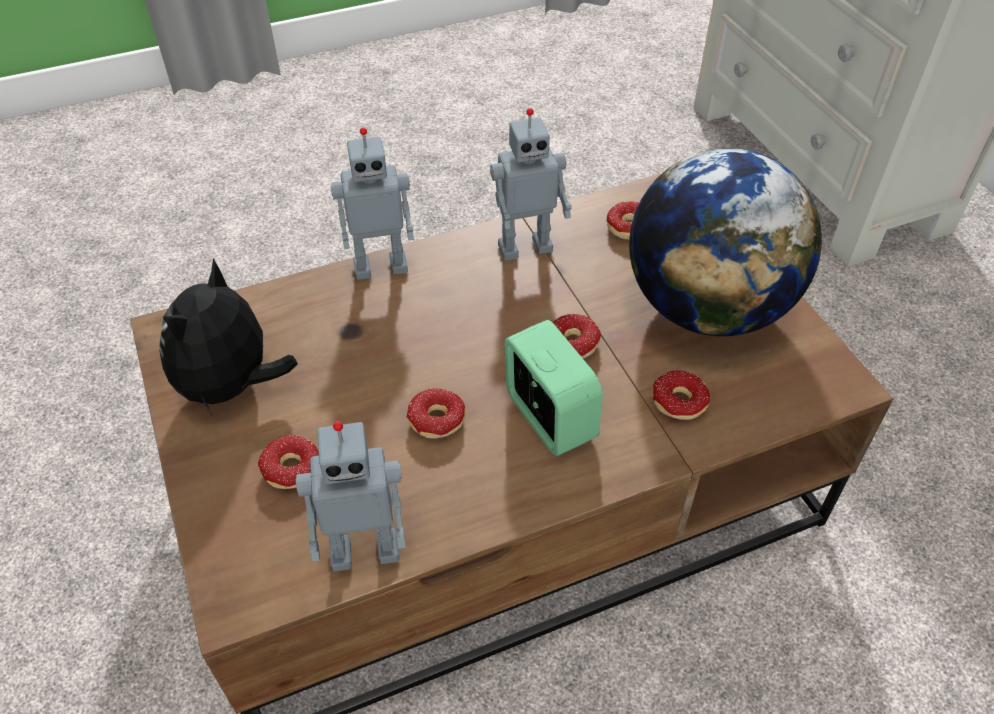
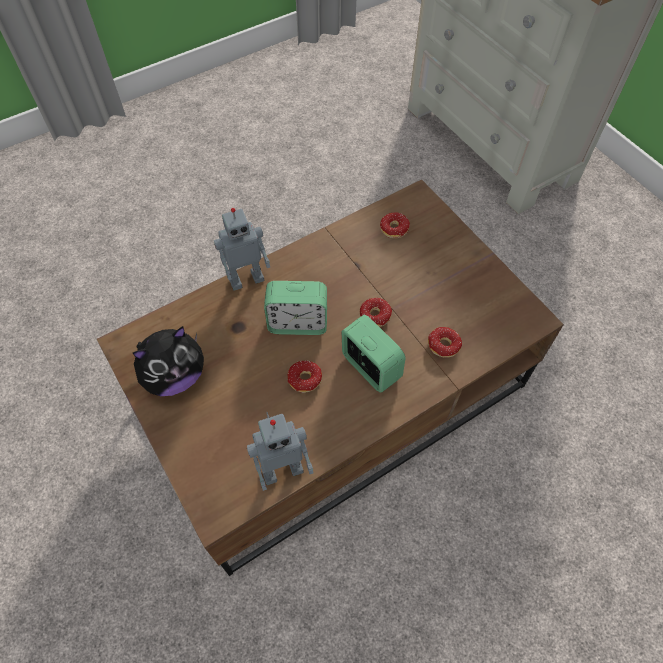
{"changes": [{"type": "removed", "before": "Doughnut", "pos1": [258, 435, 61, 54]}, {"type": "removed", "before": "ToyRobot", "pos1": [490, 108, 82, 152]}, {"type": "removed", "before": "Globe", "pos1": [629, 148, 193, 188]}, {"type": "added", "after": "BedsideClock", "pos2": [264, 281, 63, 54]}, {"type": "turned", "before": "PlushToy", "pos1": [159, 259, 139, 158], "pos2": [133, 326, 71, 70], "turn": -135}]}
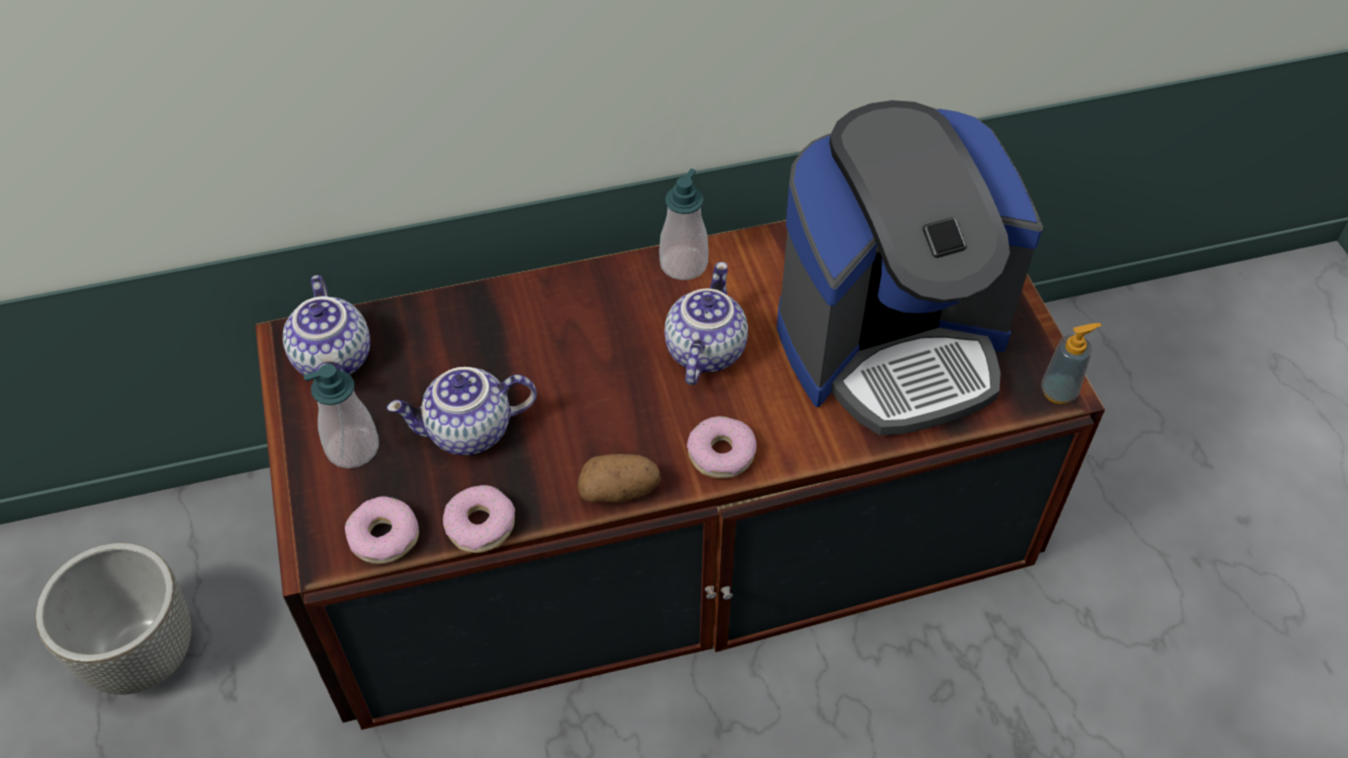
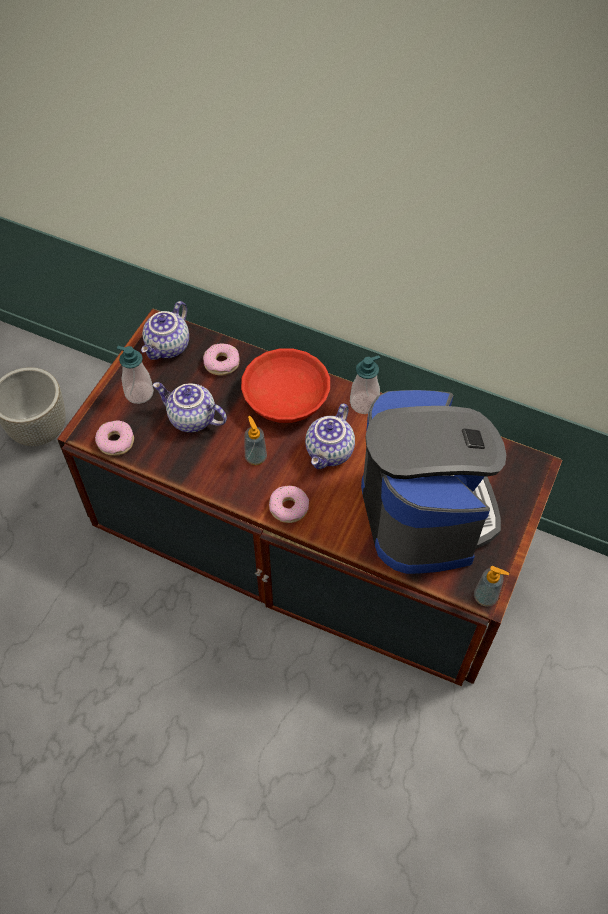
{"changes": [{"type": "removed", "before": "Potato", "pos1": [577, 454, 84, 48]}, {"type": "added", "after": "RedColouredDeepDish", "pos2": [241, 349, 89, 74]}, {"type": "added", "after": "SoapBottle", "pos2": [245, 416, 22, 49]}, {"type": "moved", "before": "Doughnut", "pos1": [443, 485, 72, 68], "pos2": [203, 343, 37, 33]}, {"type": "turned", "before": "PotForTea", "pos1": [664, 262, 84, 123], "pos2": [305, 404, 50, 65], "turn": 150}, {"type": "turned", "before": "CoffeeBrewer", "pos1": [777, 100, 266, 335], "pos2": [361, 390, 145, 184], "turn": -120}]}
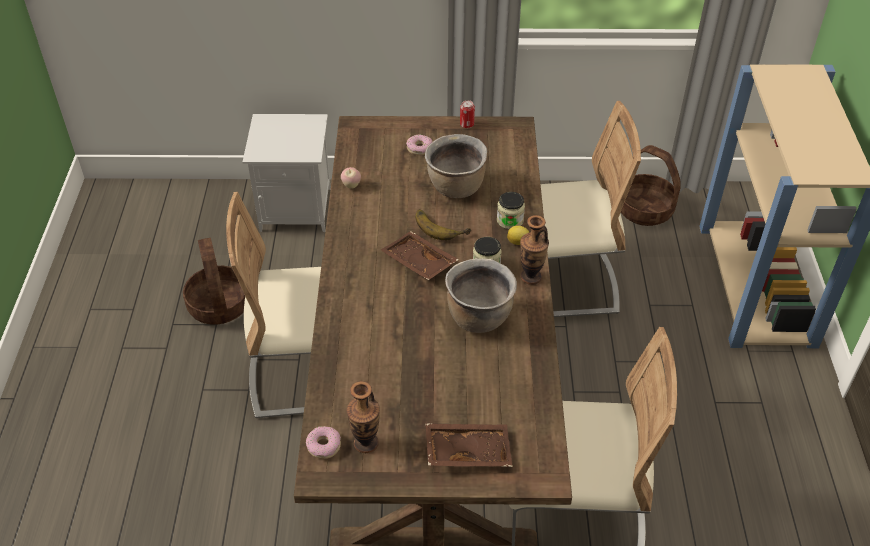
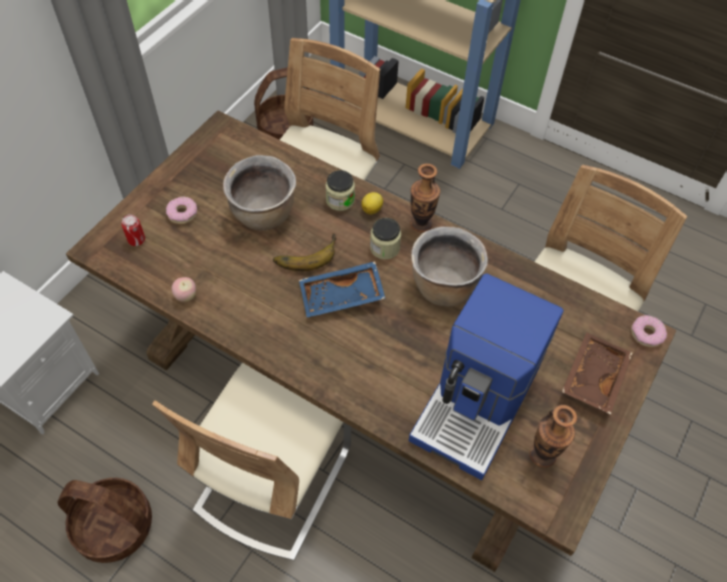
{"changes": [{"type": "added", "after": "CoffeeBrewer", "pos2": [409, 274, 155, 206]}, {"type": "moved", "before": "Doughnut", "pos1": [306, 426, 35, 33], "pos2": [631, 315, 36, 32]}, {"type": "moved", "before": "SealedCan", "pos1": [460, 100, 15, 28], "pos2": [121, 214, 24, 32]}, {"type": "recoloured", "before": "BrownColouredTray", "after": "BluishTray", "pos1": [381, 231, 78, 49], "pos2": [299, 261, 87, 56]}]}
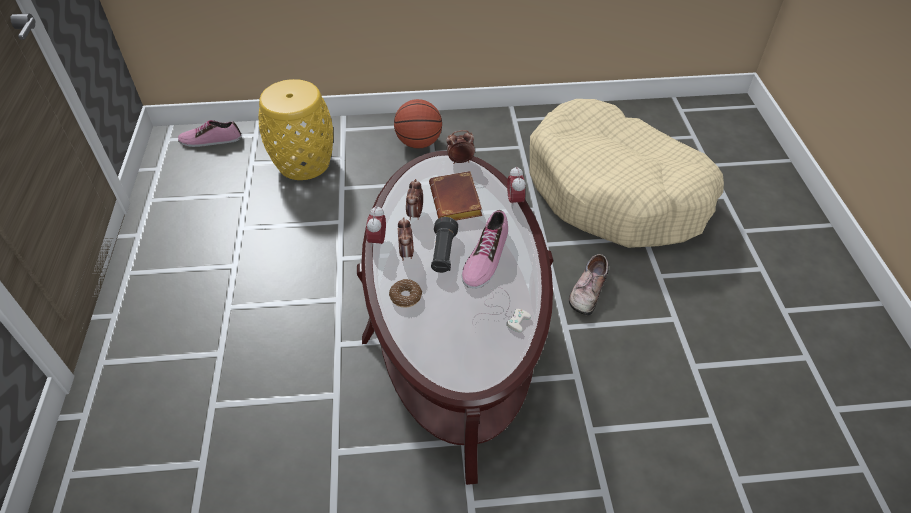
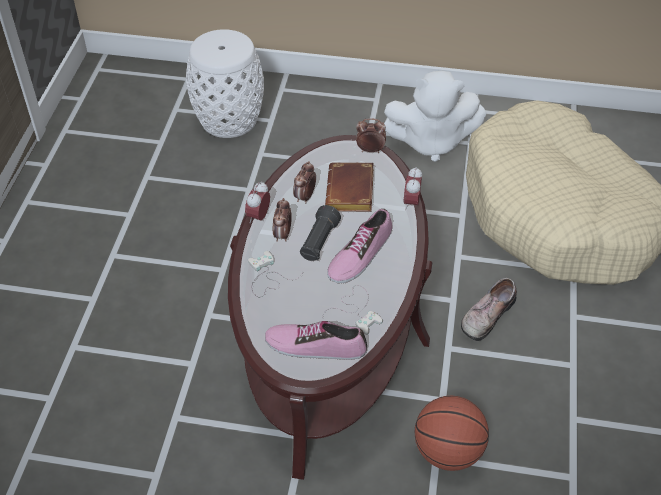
{"changes": [{"type": "added", "after": "WhitishPlushToy", "pos2": [384, 71, 103, 91]}, {"type": "moved", "before": "ItemOfFootwear", "pos1": [178, 120, 63, 27], "pos2": [265, 321, 102, 38]}, {"type": "moved", "before": "BasketballBall", "pos1": [394, 99, 48, 50], "pos2": [415, 396, 74, 75]}, {"type": "replaced", "before": "Doughnut", "after": "WhitishJoypad", "pos1": [389, 279, 33, 29], "pos2": [248, 251, 55, 46]}, {"type": "recoloured", "before": "YellowishSittingStool", "after": "WhitishSittingStool", "pos1": [259, 79, 74, 101], "pos2": [186, 29, 78, 109]}]}
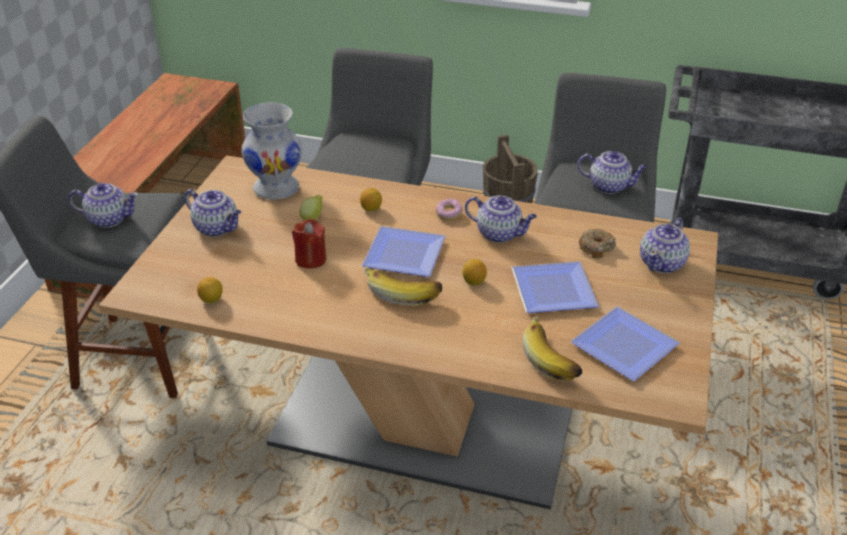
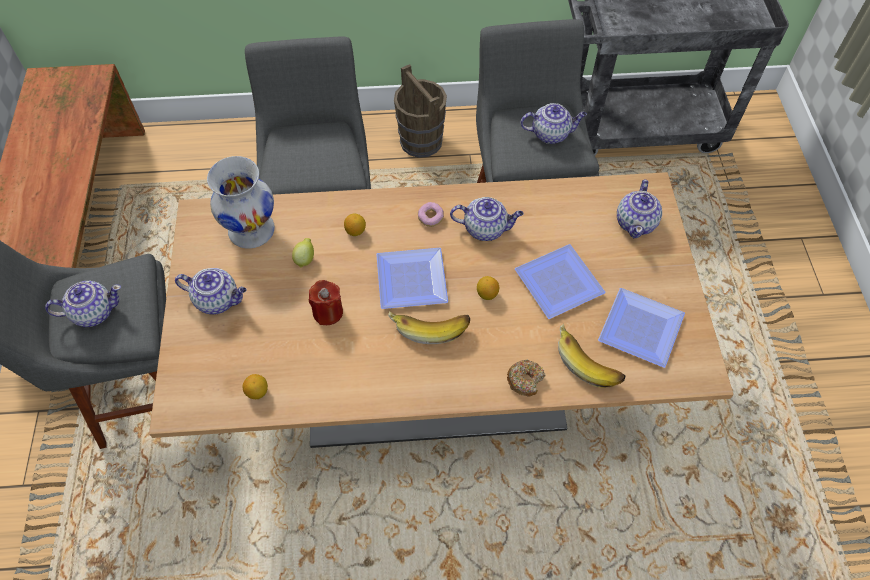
{"changes": [{"type": "moved", "before": "Doughnut", "pos1": [579, 229, 37, 29], "pos2": [507, 359, 39, 38]}]}
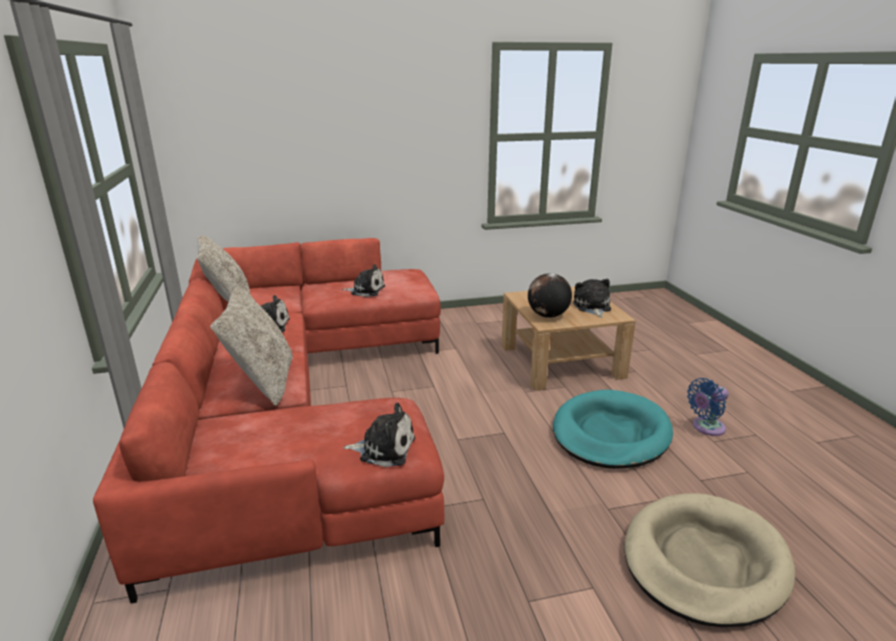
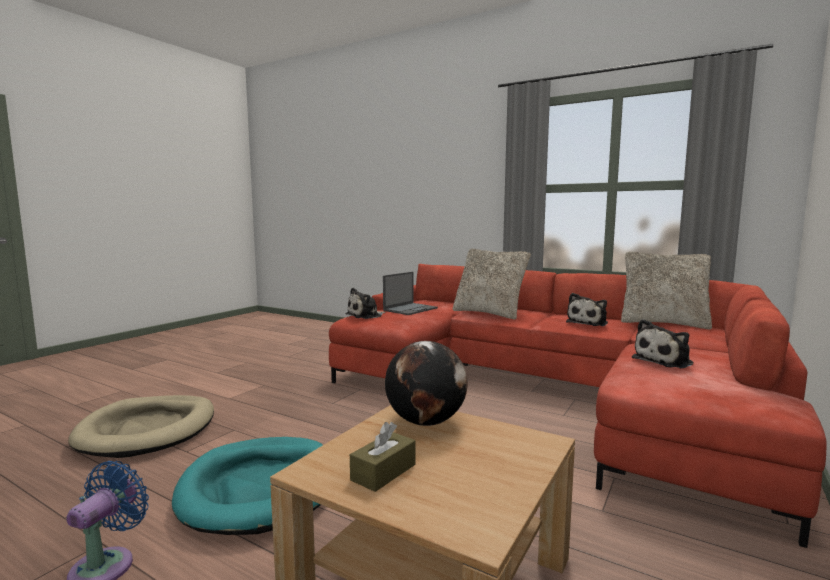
{"changes": [{"type": "added", "after": "PortableComputer", "pos2": [383, 272, 55, 43]}, {"type": "replaced", "before": "PlushToy", "after": "BrownColouredTissueBox", "pos1": [573, 279, 38, 39], "pos2": [350, 422, 65, 70]}]}
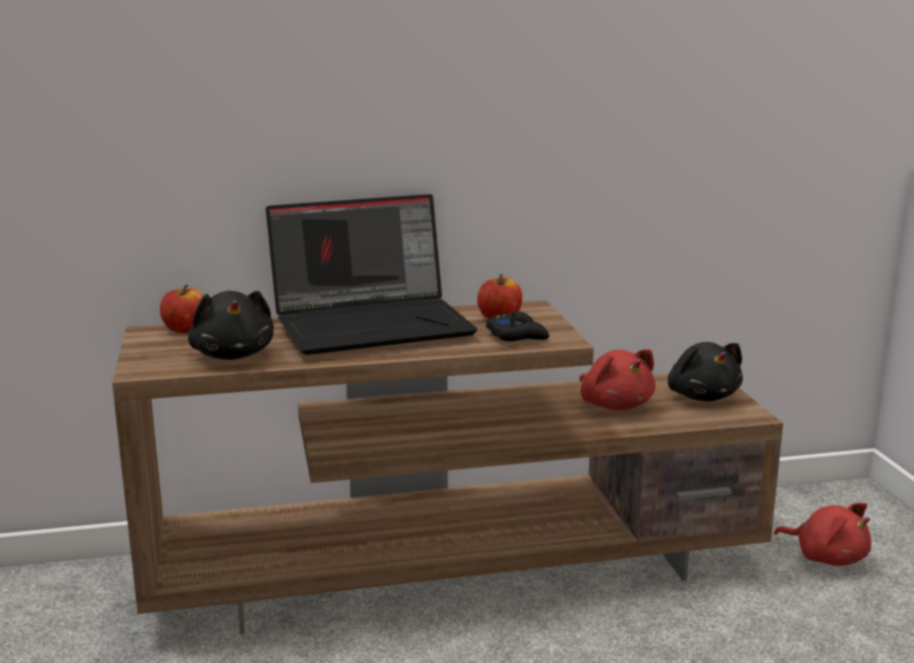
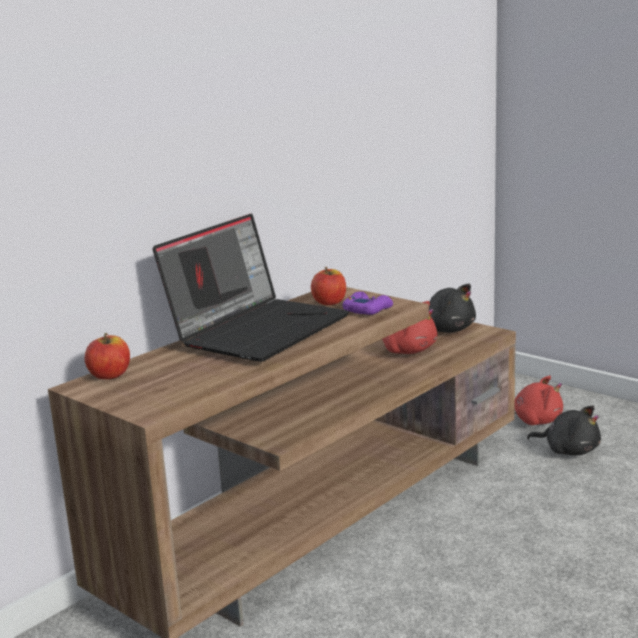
{"changes": [{"type": "moved", "before": "BlackPlushToy", "pos1": [188, 291, 86, 69], "pos2": [527, 405, 74, 51]}, {"type": "recoloured", "before": "BlackJoypad", "after": "PurpleColouredJoypad", "pos1": [486, 311, 63, 30], "pos2": [342, 292, 51, 23]}]}
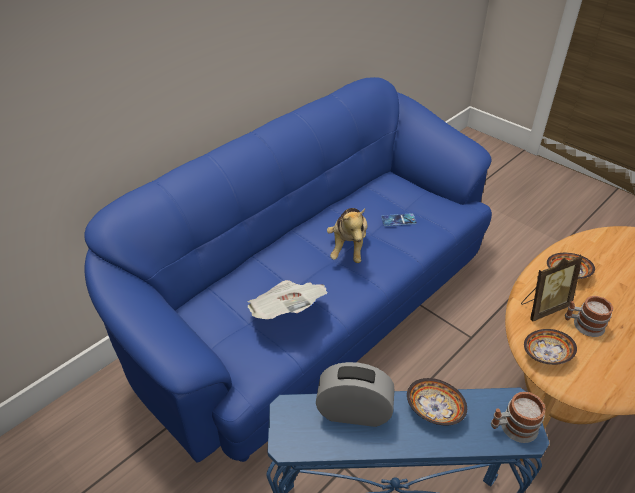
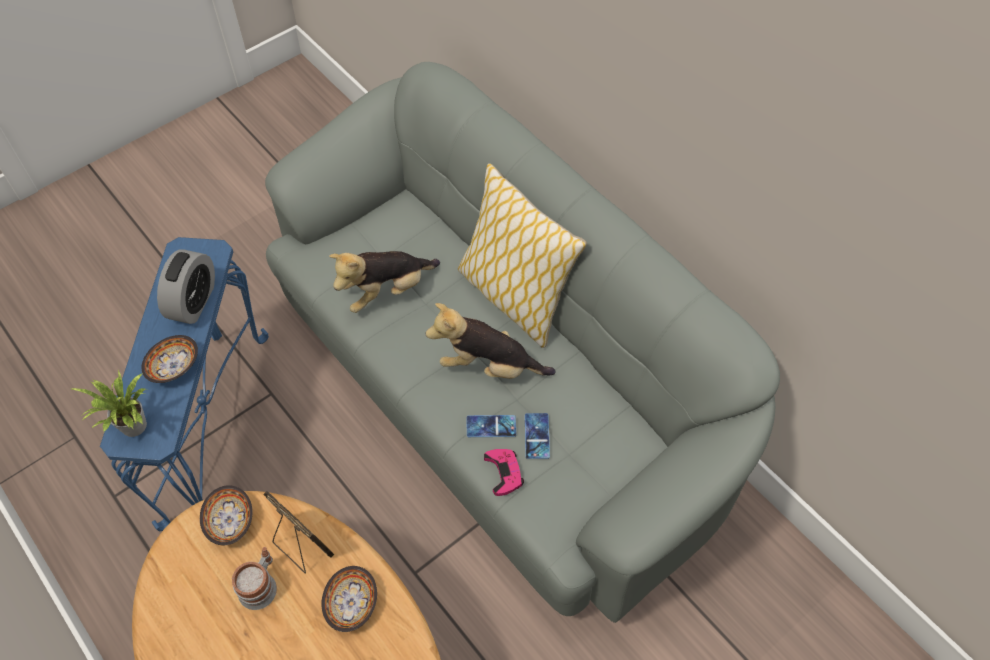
{"changes": [{"type": "added", "after": "Pillow", "pos2": [458, 163, 129, 185]}, {"type": "added", "after": "Handset", "pos2": [467, 415, 49, 22]}, {"type": "added", "after": "PinkJoypad", "pos2": [484, 449, 40, 47]}, {"type": "replaced", "before": "PrintedPaper", "after": "PlushToy", "pos1": [247, 280, 81, 39], "pos2": [329, 251, 111, 62]}, {"type": "replaced", "before": "CoffeeMug", "after": "PlantInAPot", "pos1": [491, 392, 55, 51], "pos2": [72, 369, 75, 68]}, {"type": "recoloured", "before": "BluishCouch", "after": "GreyCouch", "pos1": [84, 77, 408, 386], "pos2": [265, 62, 515, 561]}, {"type": "turned", "before": "StandingFrame", "pos1": [521, 255, 62, 66], "pos2": [263, 491, 71, 83], "turn": 150}]}
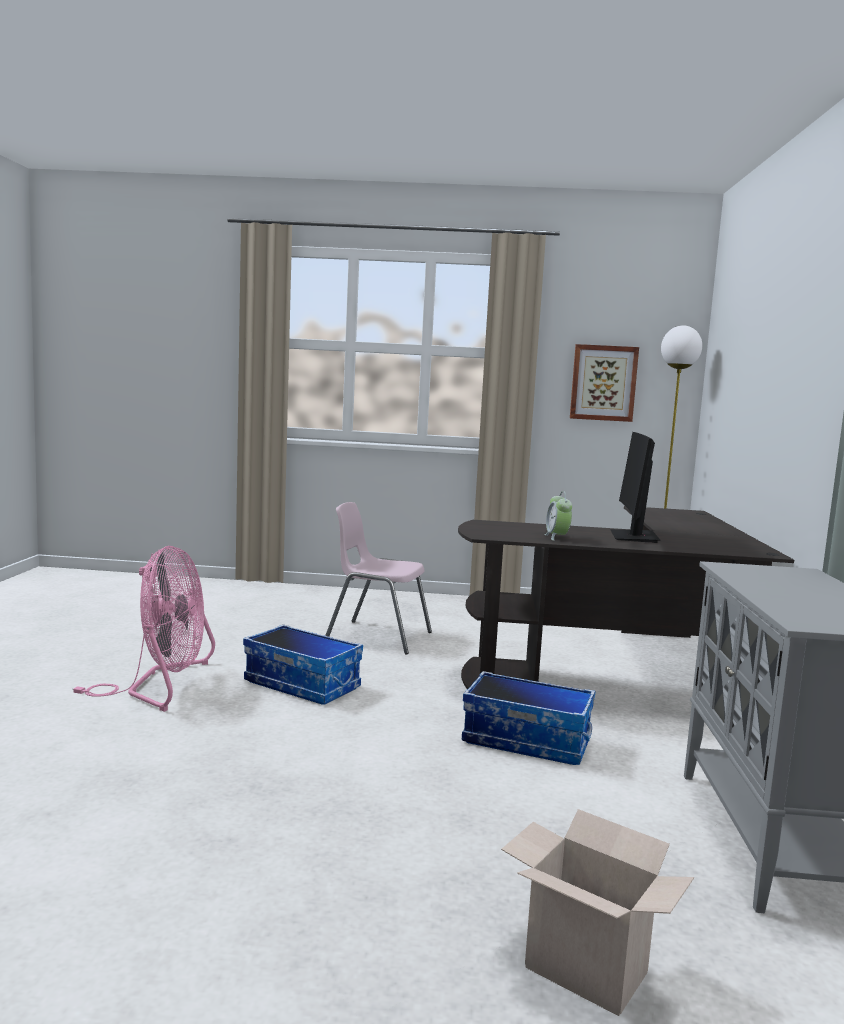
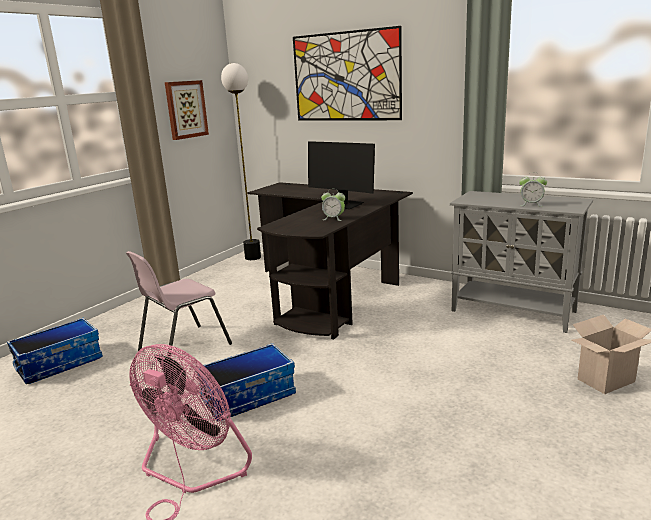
{"changes": [{"type": "added", "after": "Picture", "pos2": [293, 26, 109, 95]}, {"type": "added", "after": "BedsideClock", "pos2": [519, 172, 28, 35]}, {"type": "moved", "before": "StorageBin", "pos1": [462, 671, 133, 94], "pos2": [7, 317, 96, 67]}]}
